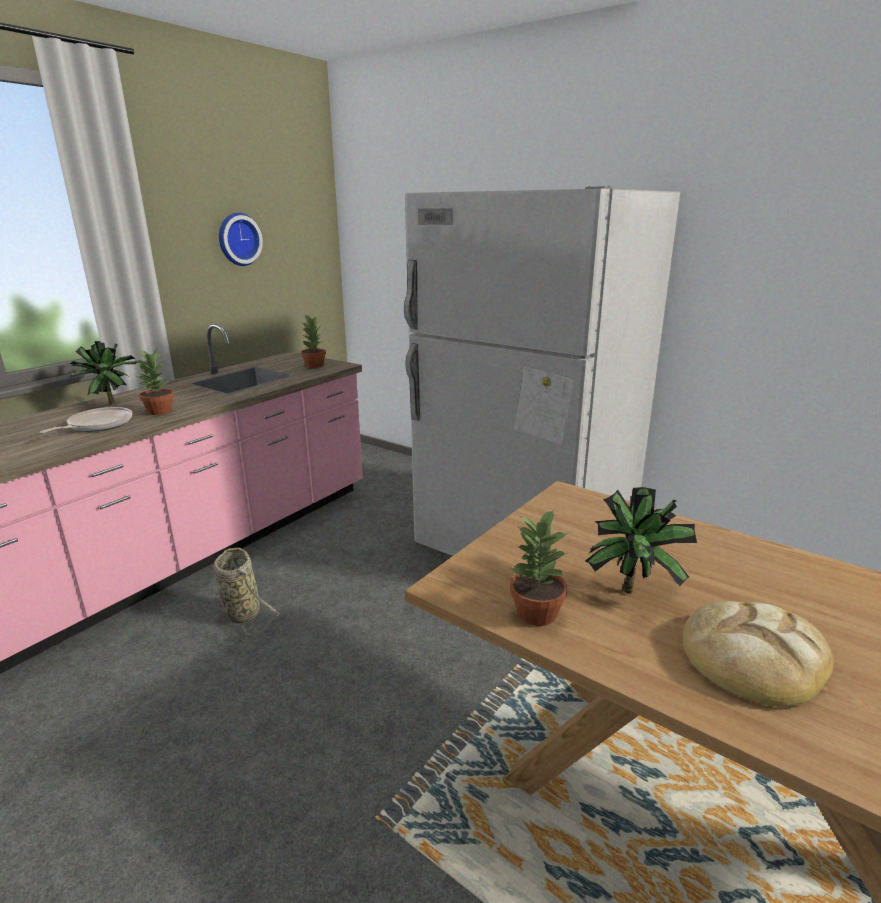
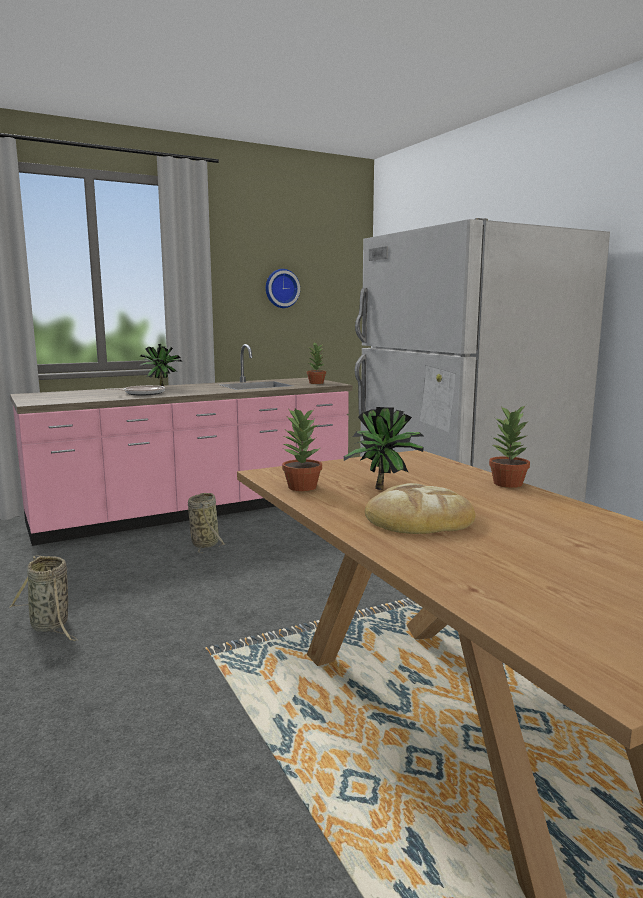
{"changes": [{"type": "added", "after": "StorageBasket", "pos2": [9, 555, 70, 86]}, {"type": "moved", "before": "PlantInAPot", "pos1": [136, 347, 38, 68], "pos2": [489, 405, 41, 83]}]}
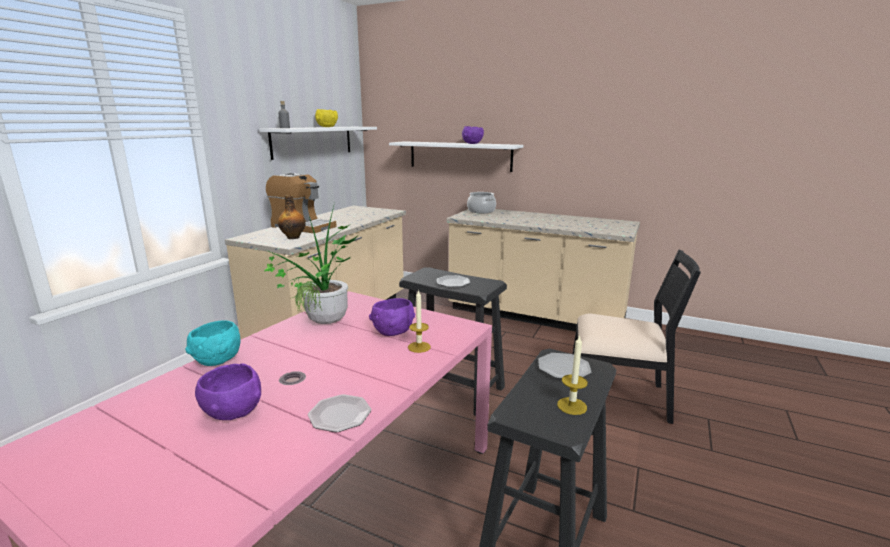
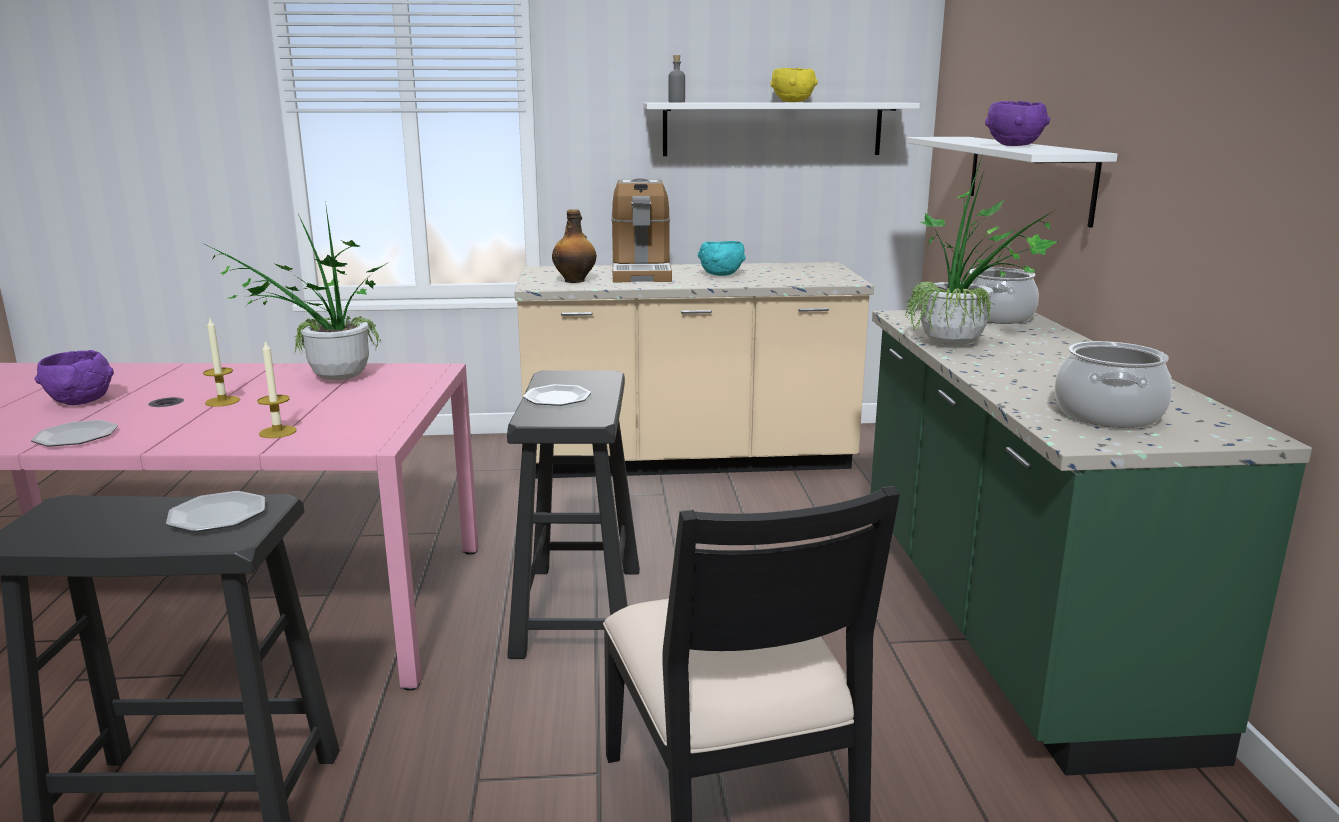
{"changes": [{"type": "removed", "before": "PurpleColouredDeepDish", "pos1": [369, 298, 46, 38]}, {"type": "added", "after": "PlantInAPot", "pos2": [905, 157, 153, 189]}, {"type": "added", "after": "Saucepot", "pos2": [1055, 341, 117, 87]}, {"type": "moved", "before": "BlueGreenDeepDish", "pos1": [185, 320, 55, 46], "pos2": [698, 241, 48, 35]}, {"type": "moved", "before": "WaxLight", "pos1": [557, 335, 31, 80], "pos2": [203, 319, 37, 88]}, {"type": "recoloured", "before": "SandColouredCounter", "after": "GreenColouredCounter", "pos1": [446, 209, 194, 122], "pos2": [871, 310, 441, 466]}]}
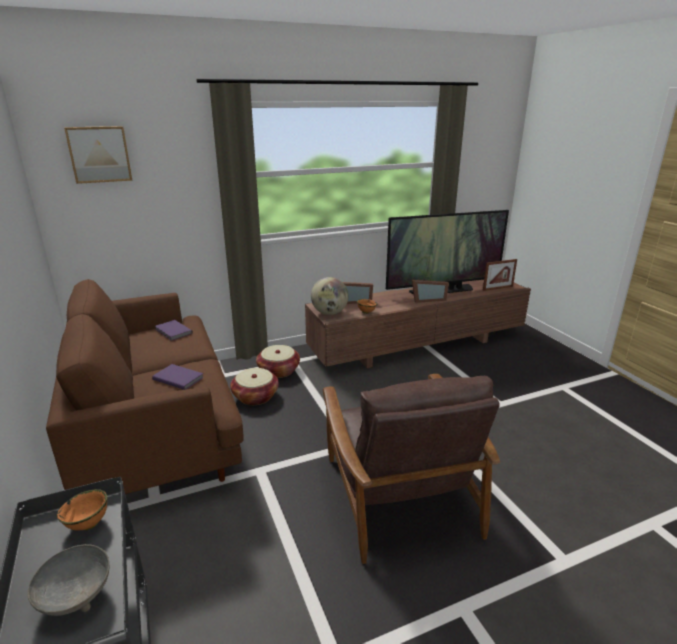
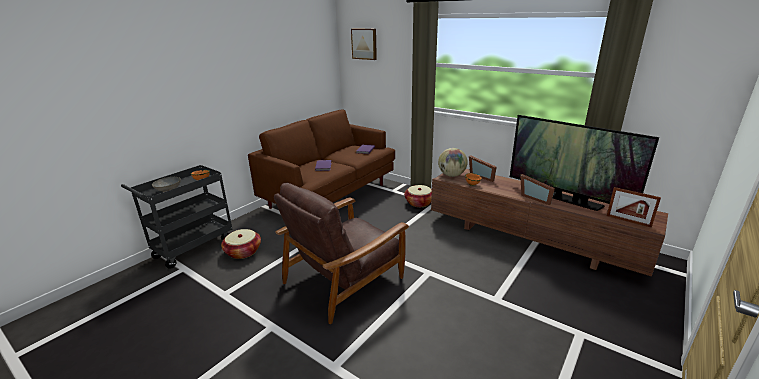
{"changes": [{"type": "moved", "before": "StorageBasket", "pos1": [230, 368, 49, 37], "pos2": [221, 229, 40, 30]}]}
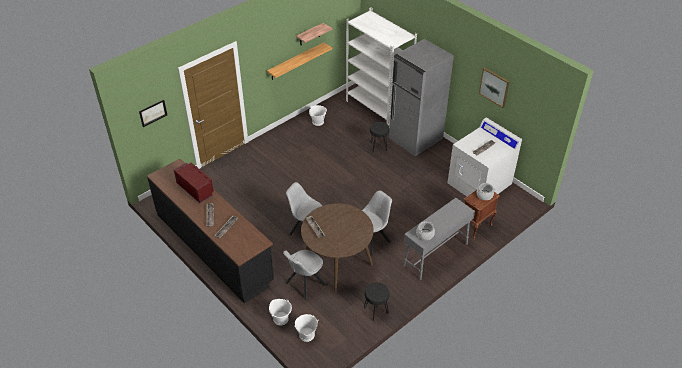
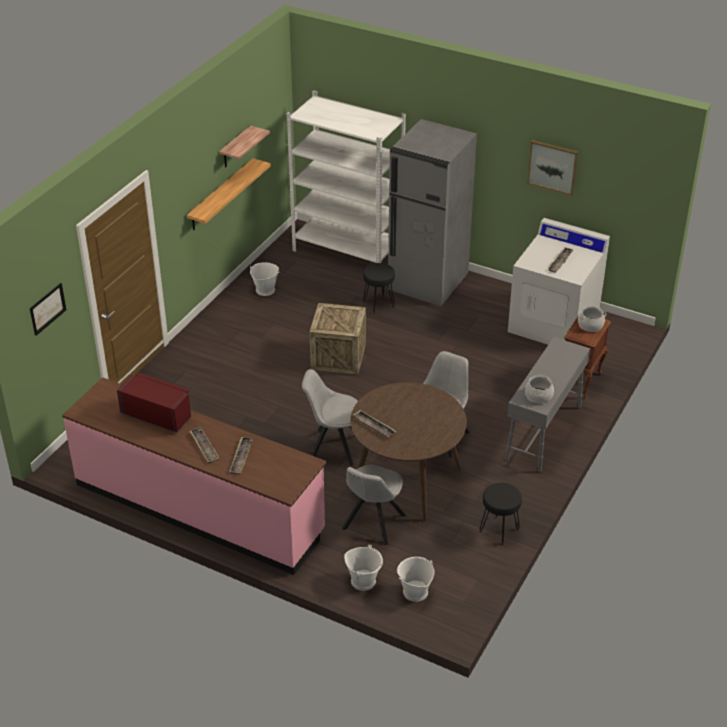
{"changes": [{"type": "added", "after": "Crate", "pos2": [309, 303, 57, 72]}, {"type": "recoloured", "before": "BlackCounter", "after": "PinkCounter", "pos1": [147, 158, 127, 145], "pos2": [62, 377, 264, 198]}]}
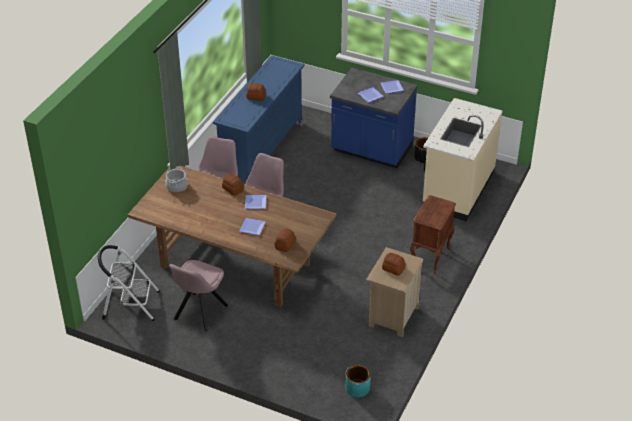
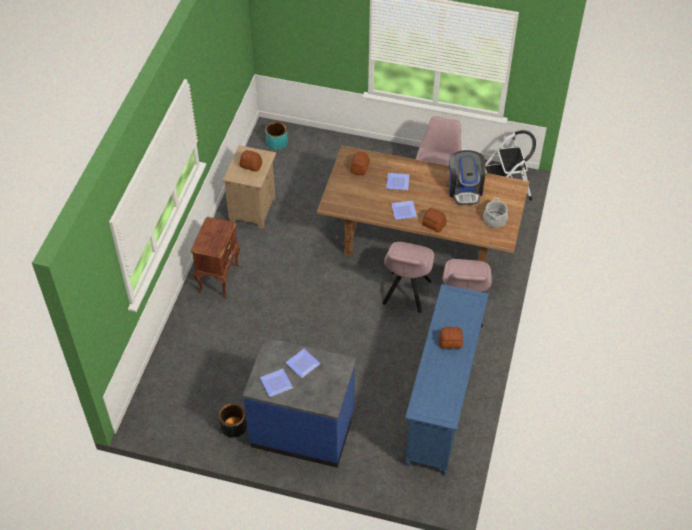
{"changes": [{"type": "removed", "before": "SandColouredCounter", "pos1": [423, 98, 79, 123]}, {"type": "added", "after": "CoffeeBrewer", "pos2": [449, 150, 37, 55]}]}
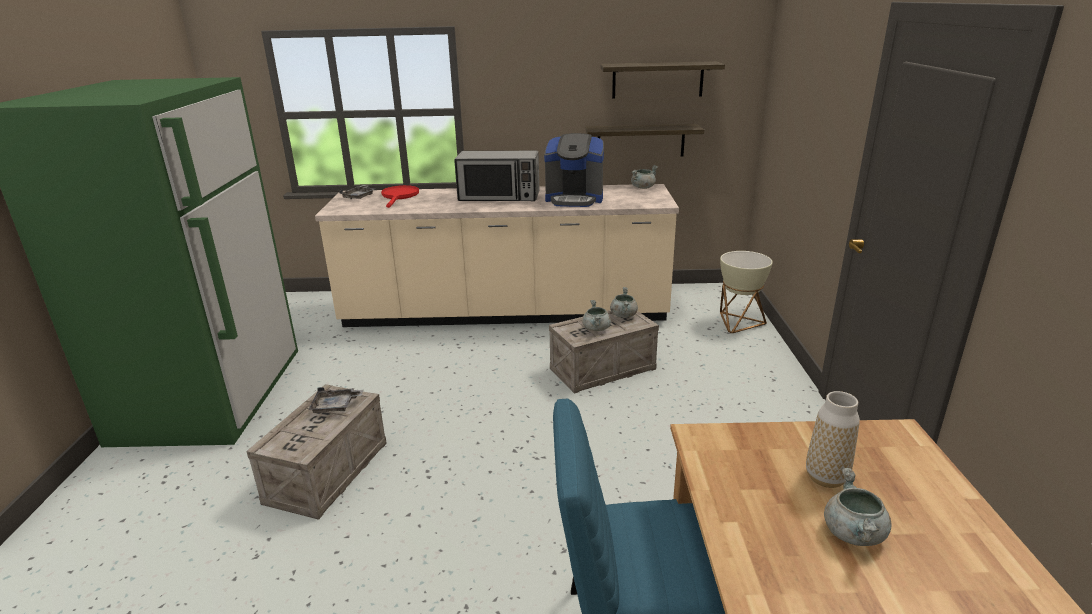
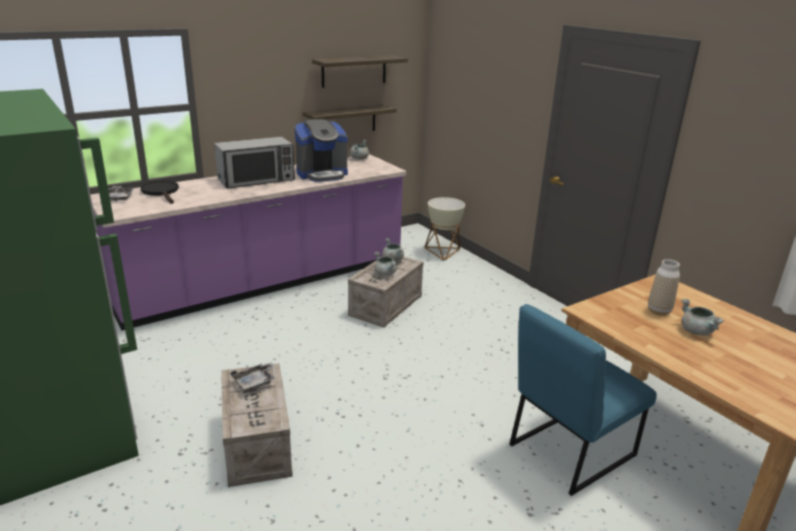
{"changes": [{"type": "recoloured", "before": "SandColouredCounter", "after": "PurpleColouredCounter", "pos1": [315, 184, 364, 143], "pos2": [91, 154, 315, 176]}, {"type": "recoloured", "before": "RedColouredFryingPan", "after": "BlackFryingPan", "pos1": [381, 185, 38, 23], "pos2": [141, 181, 38, 23]}]}
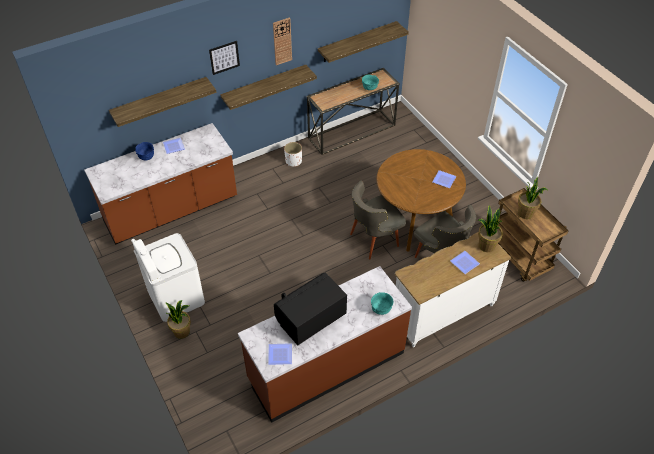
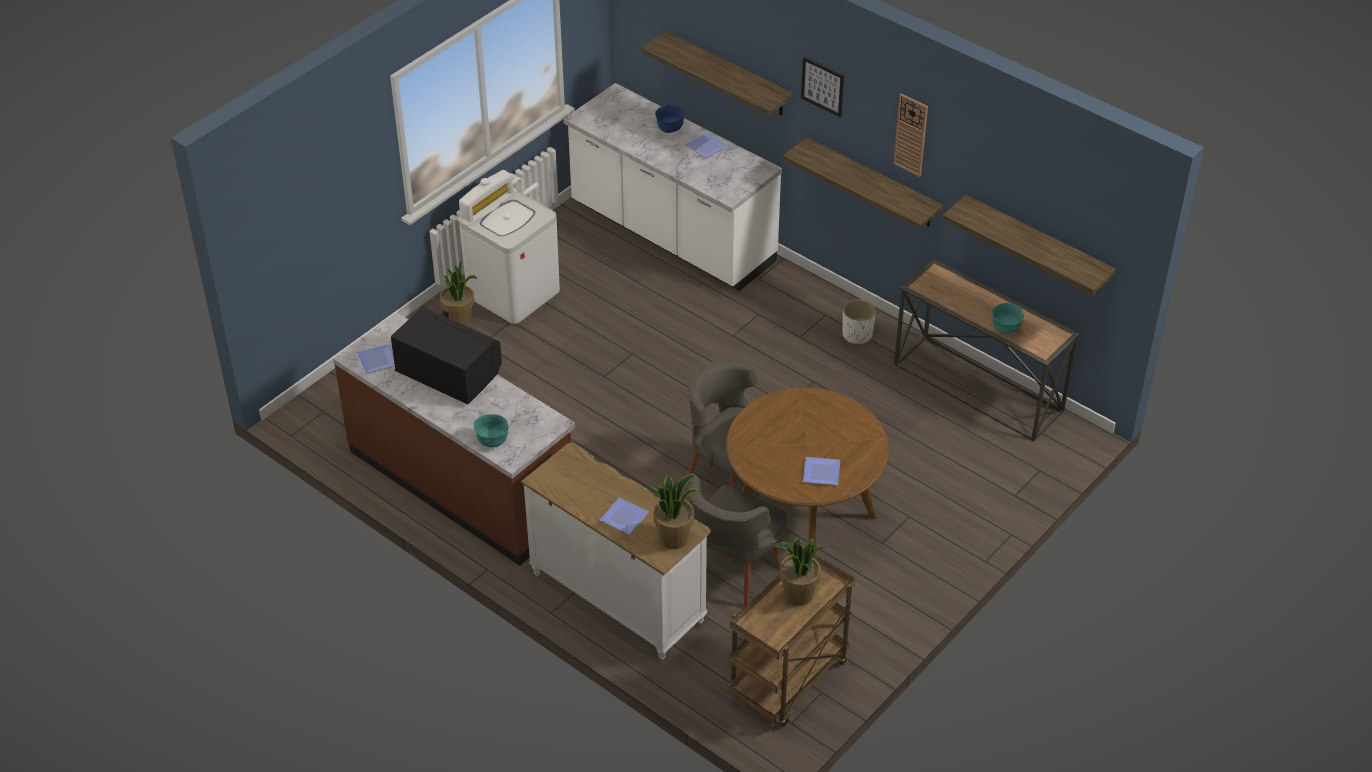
{"changes": [{"type": "recoloured", "before": "BrownColouredCounter", "after": "WhitishCounter", "pos1": [84, 123, 153, 122], "pos2": [563, 83, 219, 208]}]}
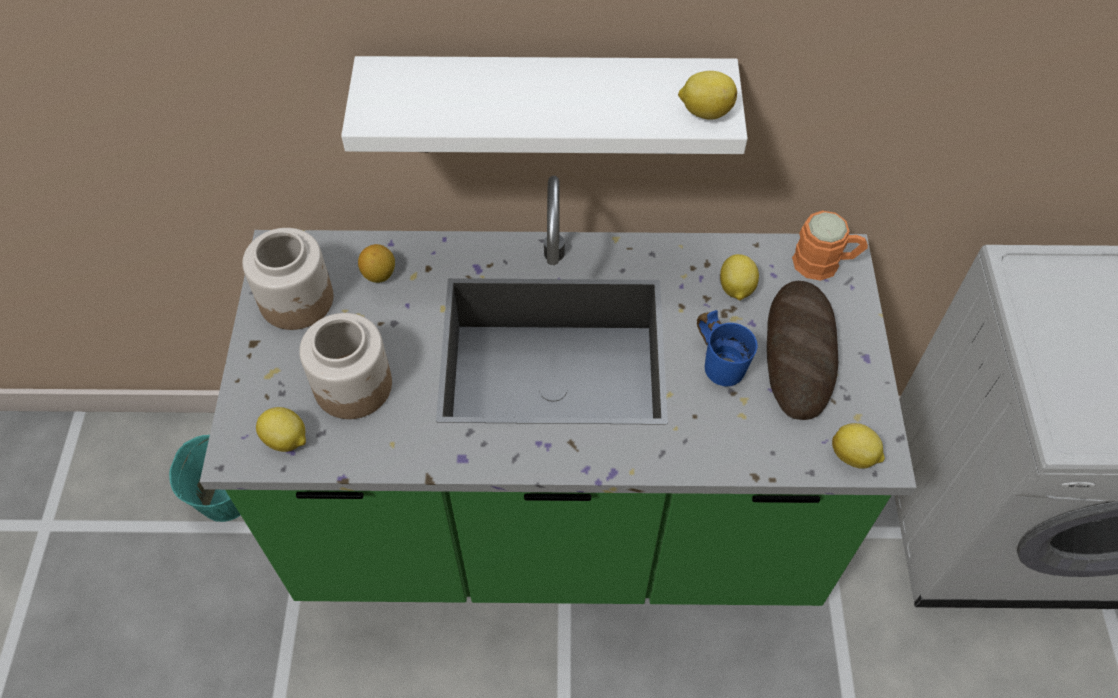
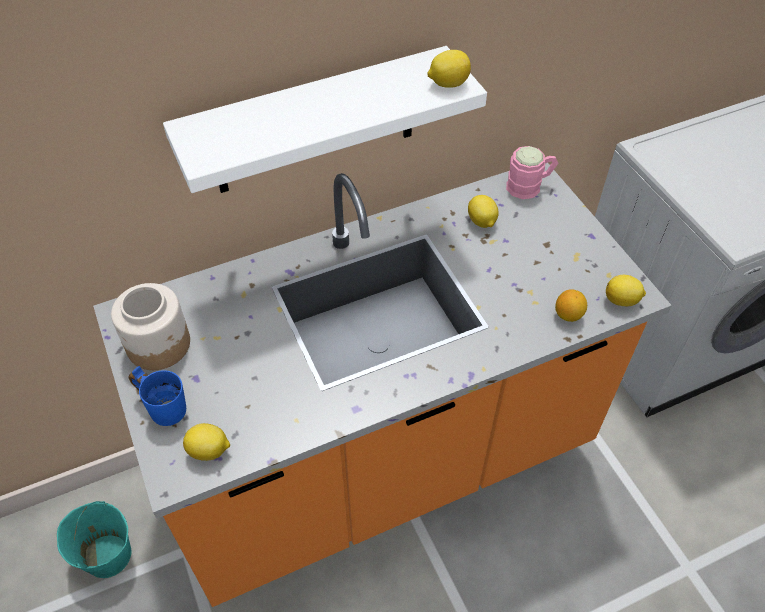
{"changes": [{"type": "removed", "before": "PreserveJar", "pos1": [299, 313, 93, 106]}, {"type": "removed", "before": "BakeryBread", "pos1": [767, 281, 71, 139]}, {"type": "moved", "before": "WholeLemon", "pos1": [358, 244, 37, 39], "pos2": [555, 290, 32, 32]}, {"type": "moved", "before": "BluishCoffeeMug", "pos1": [697, 310, 60, 76], "pos2": [129, 366, 57, 60]}, {"type": "recoloured", "before": "GreenColouredCounter", "after": "OrangeColouredCounter", "pos1": [200, 176, 717, 430], "pos2": [93, 163, 579, 444]}, {"type": "recoloured", "before": "OrangeColouredCoffeeMug", "after": "PinkCoffeeMug", "pos1": [792, 211, 76, 70], "pos2": [506, 146, 52, 53]}]}
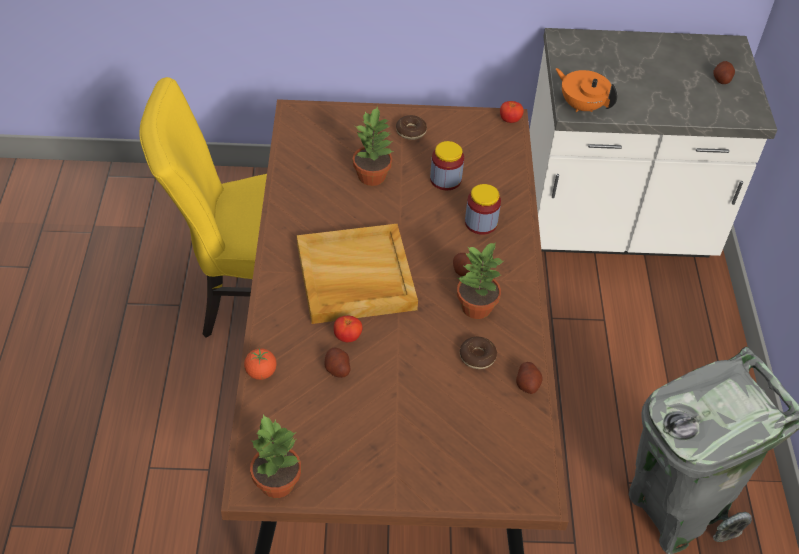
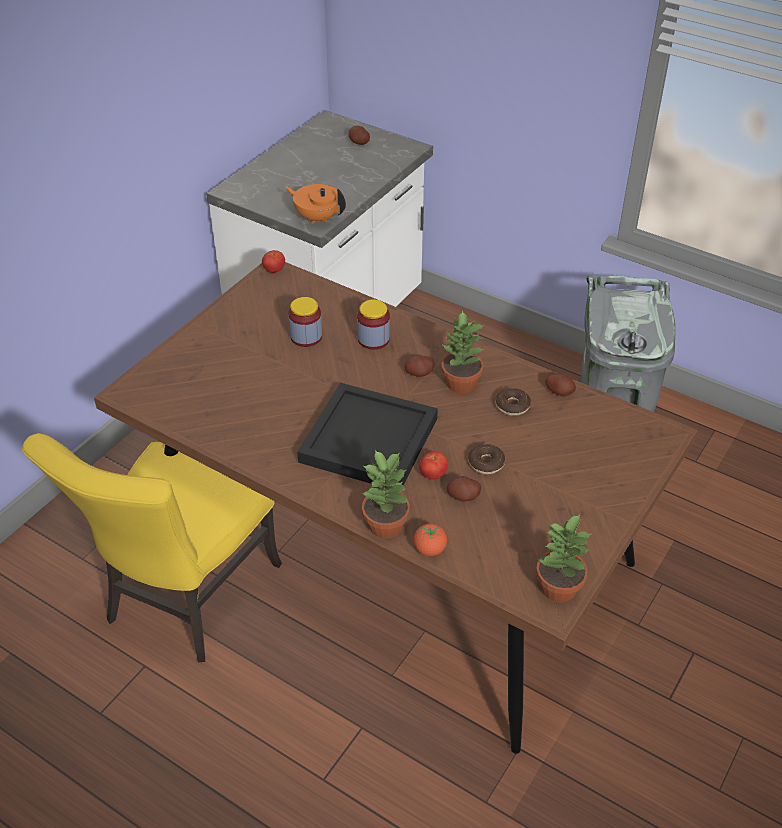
{"changes": [{"type": "moved", "before": "PlantInAPot", "pos1": [353, 106, 41, 80], "pos2": [361, 450, 49, 88]}, {"type": "moved", "before": "Doughnut", "pos1": [396, 115, 31, 25], "pos2": [468, 444, 37, 31]}, {"type": "recoloured", "before": "SandColouredTray", "after": "BlackTray", "pos1": [297, 224, 121, 100], "pos2": [297, 383, 141, 102]}, {"type": "turned", "before": "OrangeColouredPotForTea", "pos1": [555, 68, 62, 44], "pos2": [285, 184, 61, 40], "turn": 45}]}
